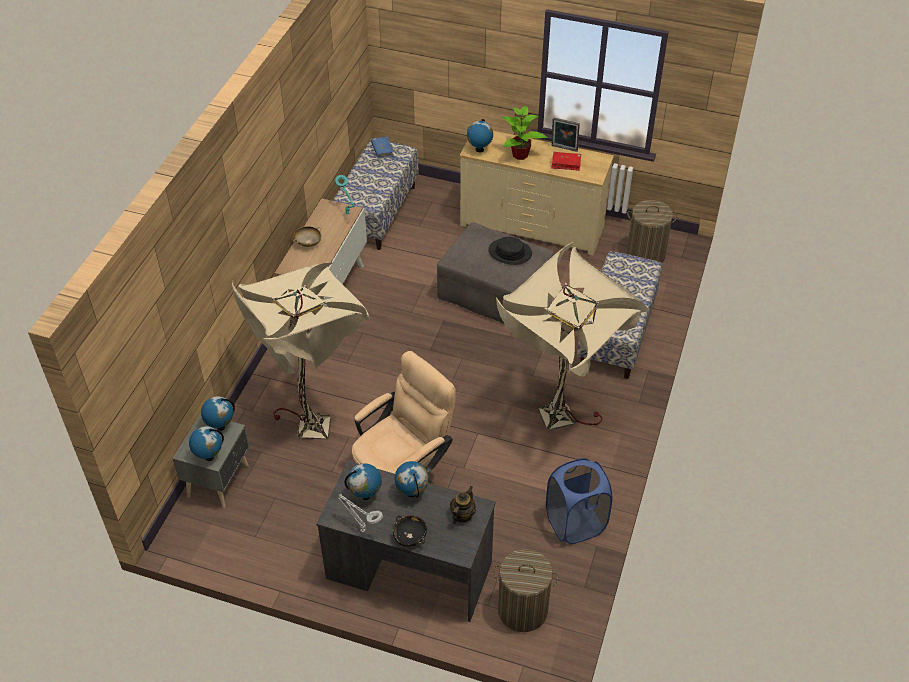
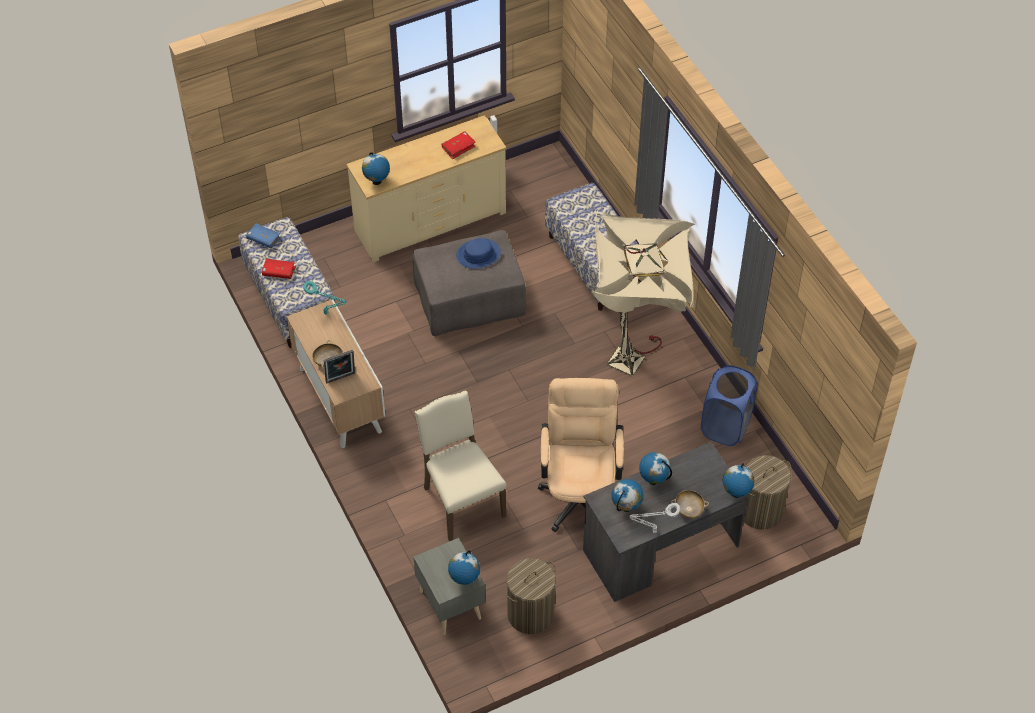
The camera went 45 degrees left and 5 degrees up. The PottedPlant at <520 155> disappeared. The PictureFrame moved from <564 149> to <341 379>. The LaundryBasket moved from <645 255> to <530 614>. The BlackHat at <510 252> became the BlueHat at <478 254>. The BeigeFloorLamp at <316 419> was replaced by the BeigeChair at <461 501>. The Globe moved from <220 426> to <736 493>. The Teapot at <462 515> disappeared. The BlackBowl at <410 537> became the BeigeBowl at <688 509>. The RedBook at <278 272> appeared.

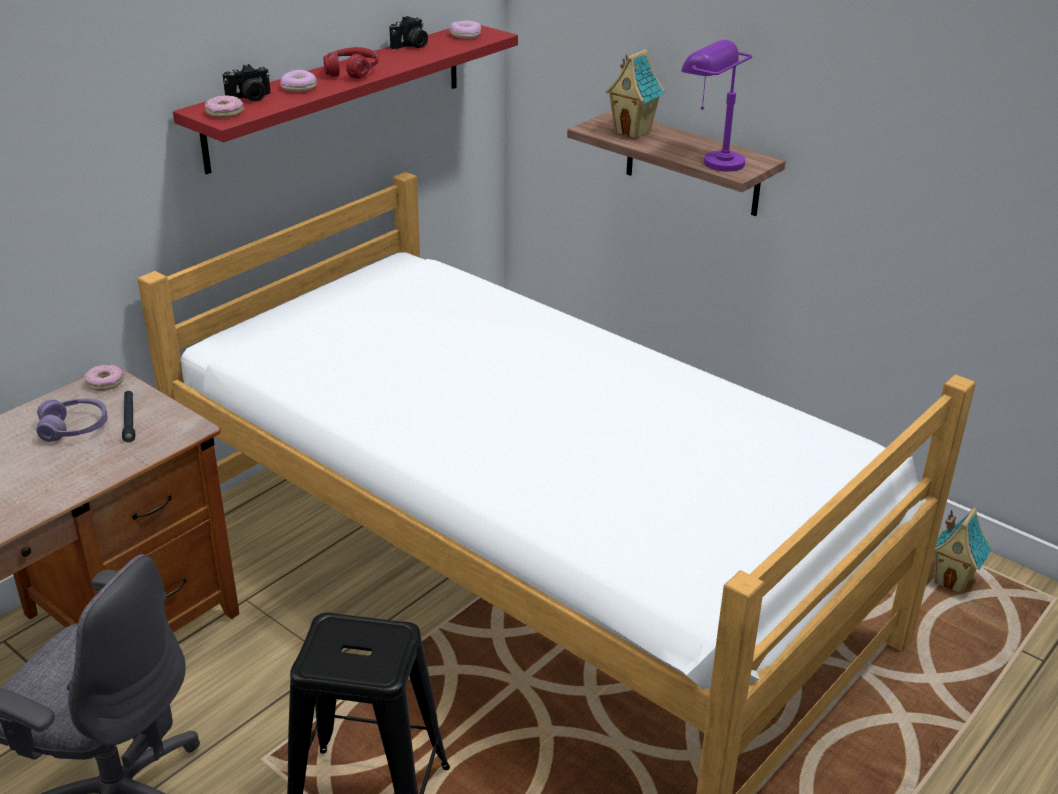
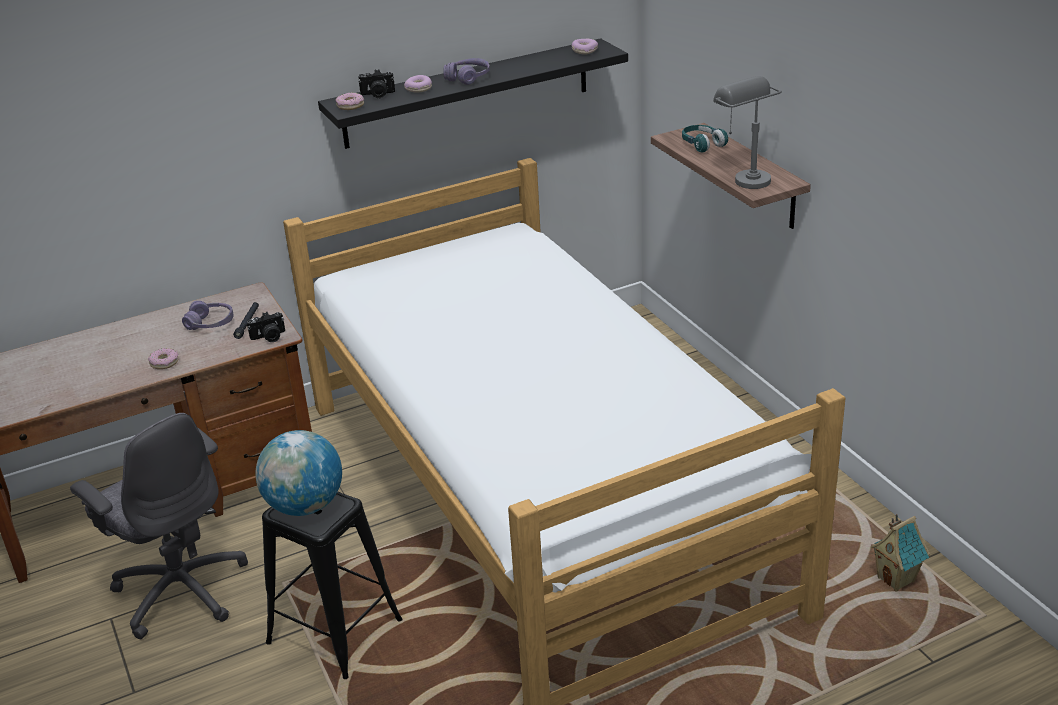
The camera went 25 degrees right and 0 degrees up. The PhotoCamera moved from <411 46> to <269 337>. The RedShelf at <338 94> became the BlackShelf at <467 93>. The PurpleTableLamp at <710 160> became the GreyTableLamp at <743 177>. The RedHeadphones at <351 72> became the PurpleHeadphones at <468 78>. The ToyHouse at <633 132> was replaced by the TurquoiseHeadphones at <702 144>. The Donut moved from <105 382> to <164 362>. The Globe at <305 506> appeared.

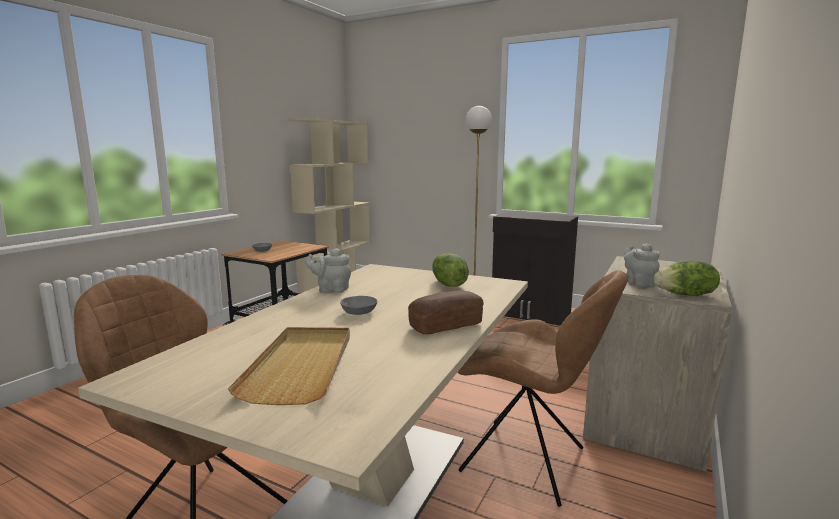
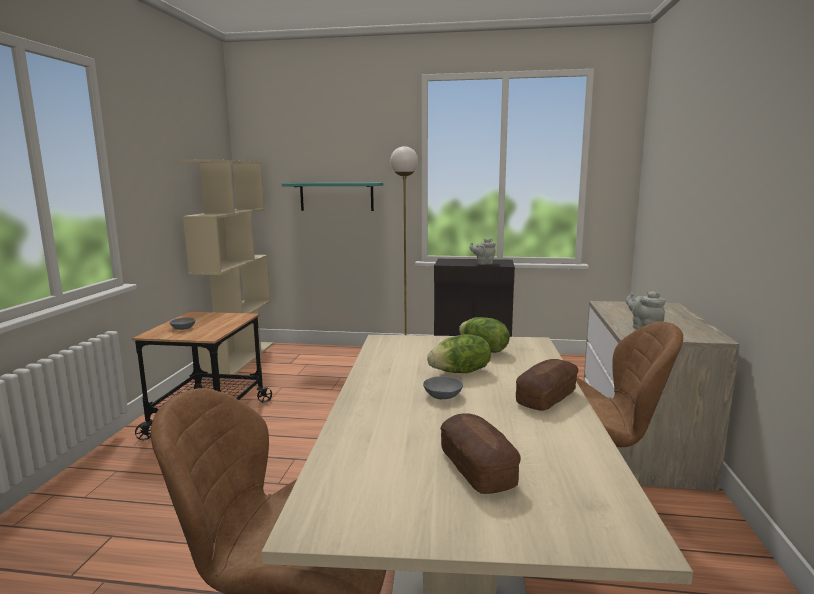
The camera went 20 degrees left and 0 degrees up. The GreyTeapot moved from <331 290> to <483 263>. The Lettuce moved from <686 295> to <461 372>. The BeigeTray at <301 366> was replaced by the Bread at <477 469>. The TurquoiseShelf at <336 196> appeared.

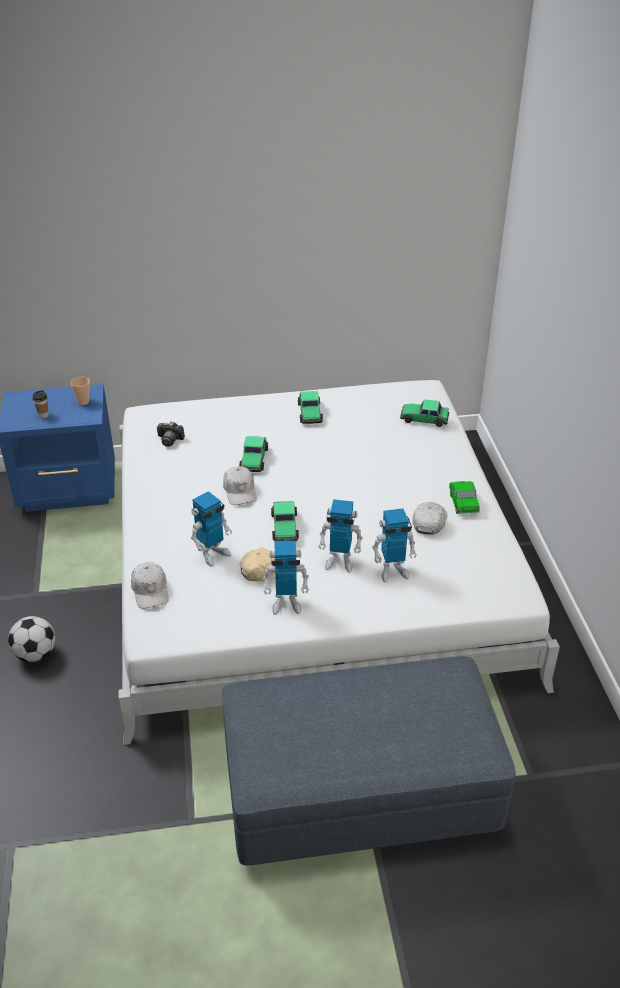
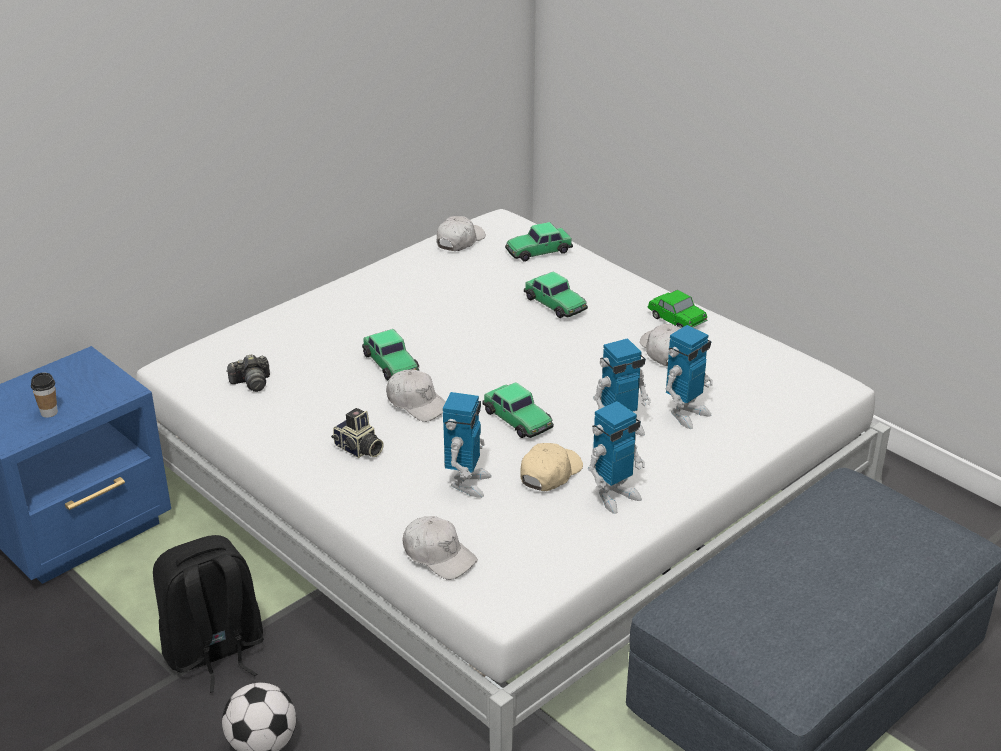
The camera went 35 degrees left and 5 degrees down. The Cup at <83 402> disappeared. The ToyCar moved from <310 413> to <555 304>. The WhiteCap at <460 241> appeared. The PhotoCamera at <358 449> appeared. The BlackBackpack at <214 652> appeared.

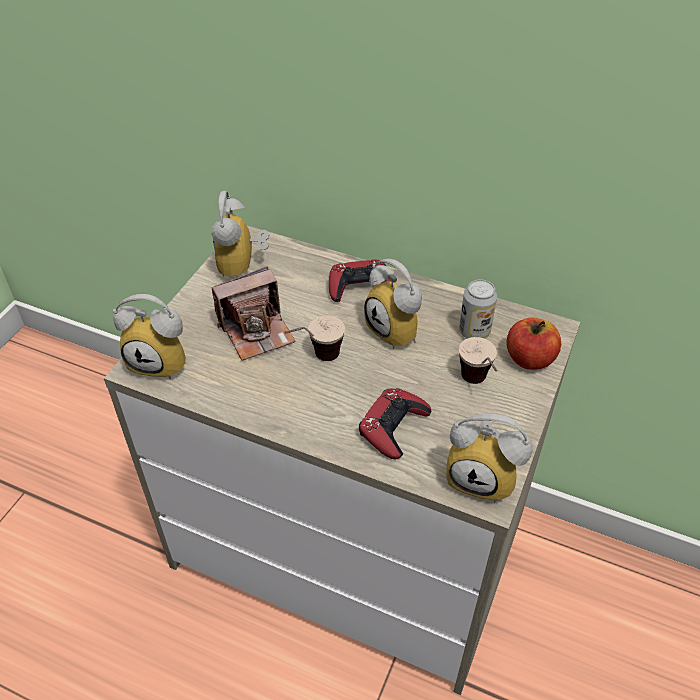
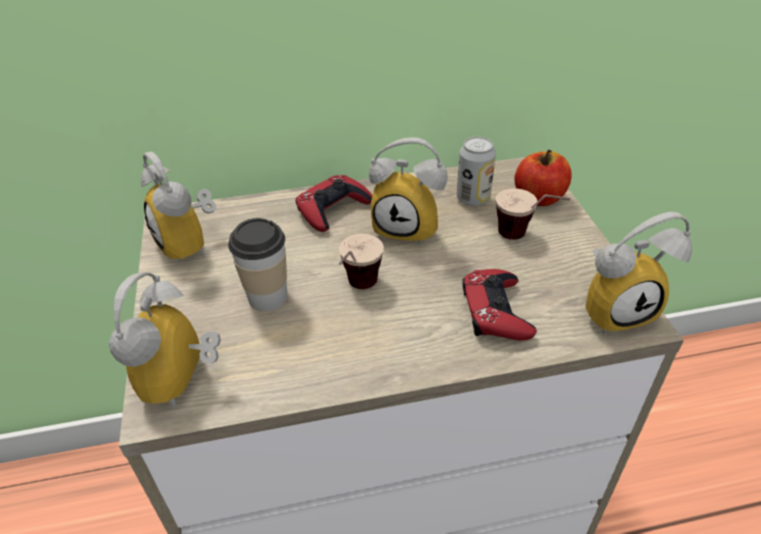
The camera went 35 degrees left and 5 degrees down. The PhotoCamera at <256 331> was replaced by the Cup at <267 296>. The AlarmClock at <163 361> turned 120 degrees clockwise.

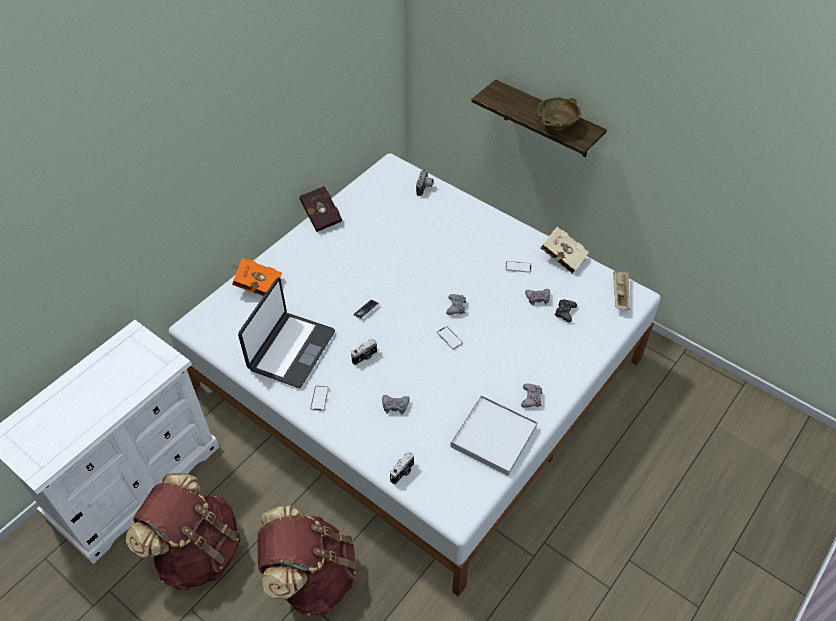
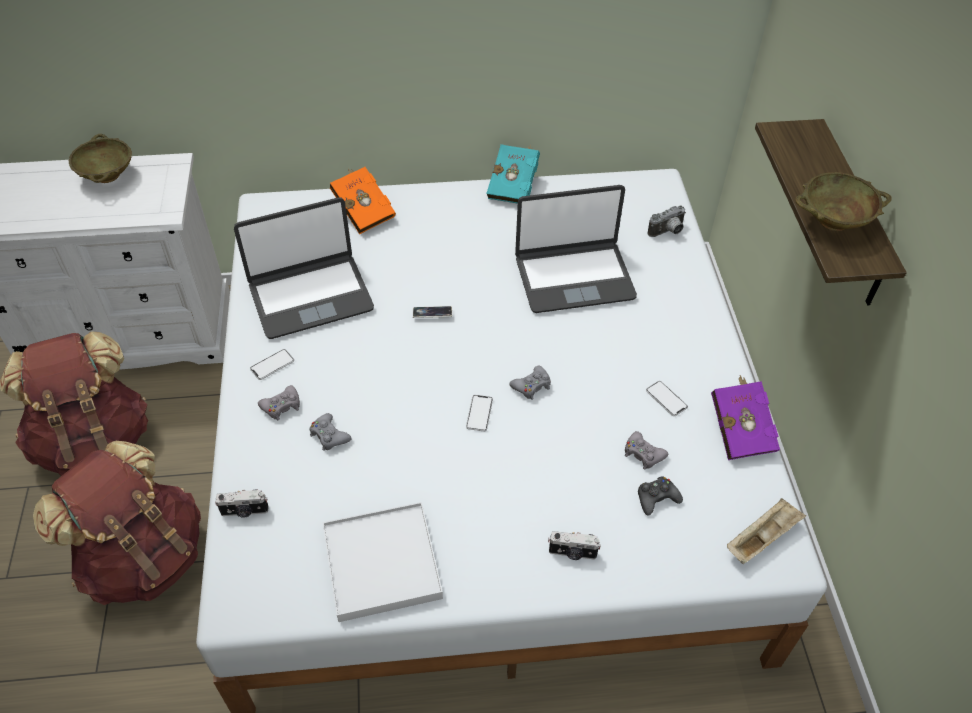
The camera went 45 degrees right and 0 degrees up. The RedBook at <321 215> became the TurquoiseBook at <514 185>. The BeigeBook at <561 257> became the PurpleBook at <740 429>. The PhotoCamera moved from <365 357> to <572 553>. The GreyGameController moved from <531 398> to <282 406>. The BeigeBowl at <107 176> appeared. The Laptop at <574 277> appeared.

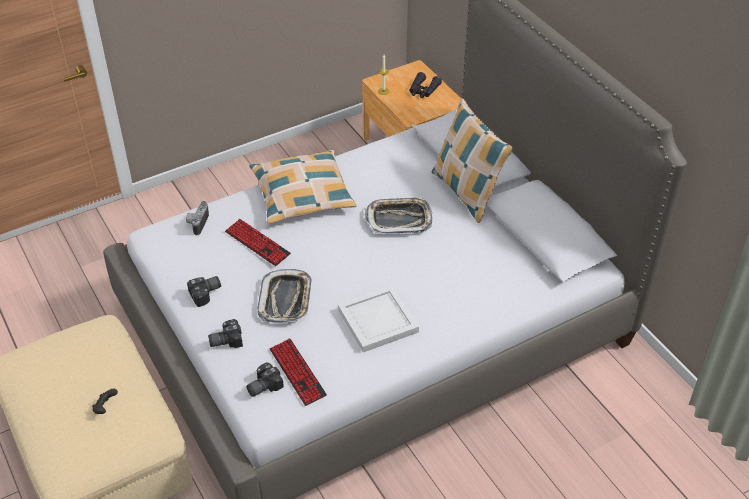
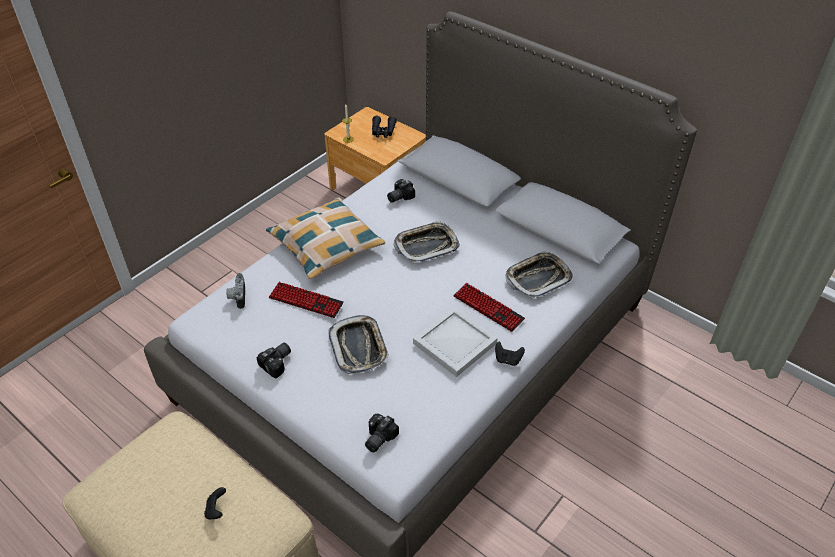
The camera went 20 degrees left and 0 degrees up. The Pillow at <466 193> disappeared. The PhotoCamera moved from <225 340> to <399 196>. The Keyboard moved from <297 372> to <488 308>. The Tray at <538 278> appeared. The BlackGameController at <508 360> appeared.

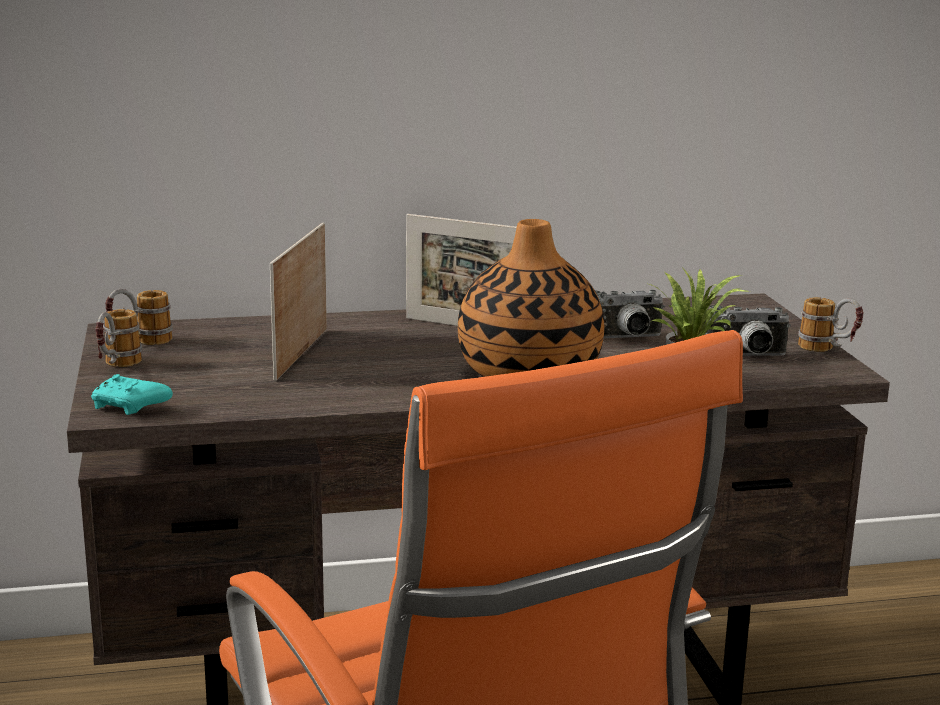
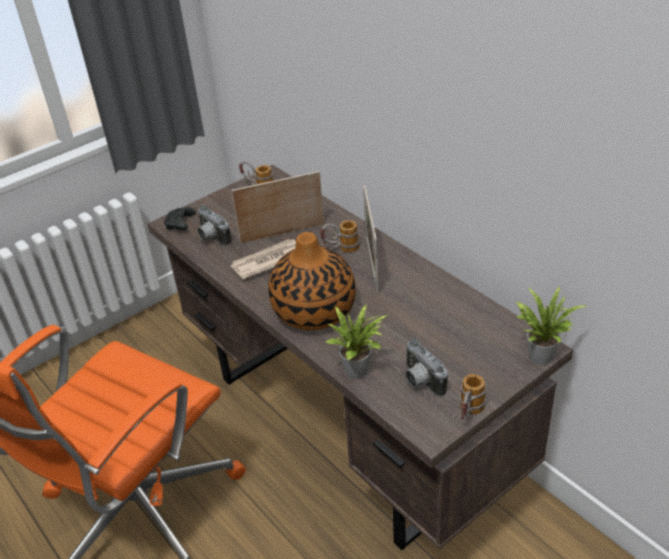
The camera went 65 degrees right and 20 degrees up. The PhotoCamera moved from <624 339> to <211 238>. The Mug moved from <116 367> to <340 249>. The TurquoiseGameController at <130 407> became the BlackGameController at <180 224>. The Newspaper at <267 261> appeared. The PottedPlant at <539 354> appeared.

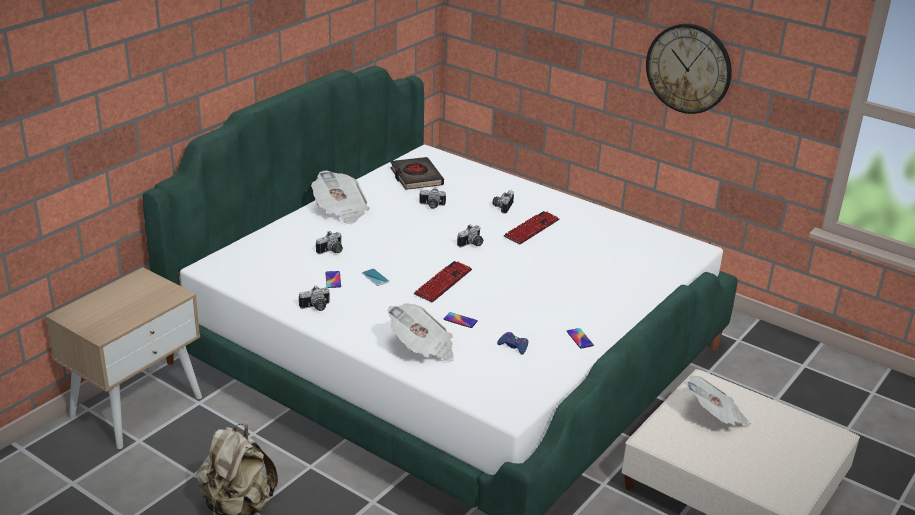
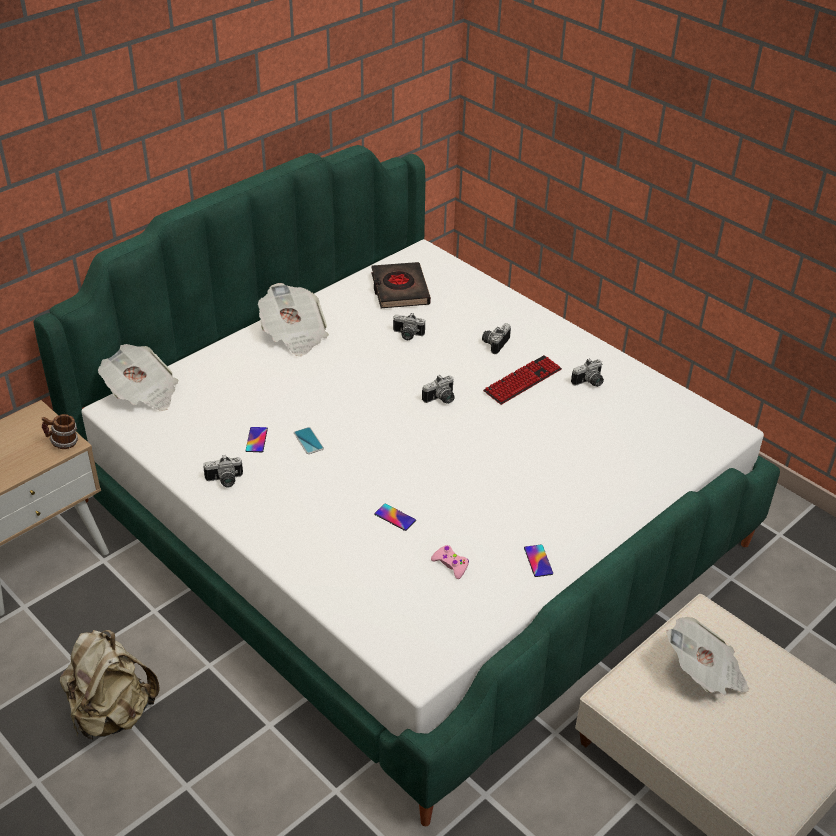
The camera went 10 degrees right and 10 degrees up. The WallClock at <688 68> disappeared. The PhotoCamera moved from <332 251> to <589 382>. The Keyboard at <443 282> disappeared. The Newspaper moved from <422 348> to <142 393>. The BlueGameController at <513 346> became the PinkGameController at <451 564>. The Mug at <63 443> appeared.

